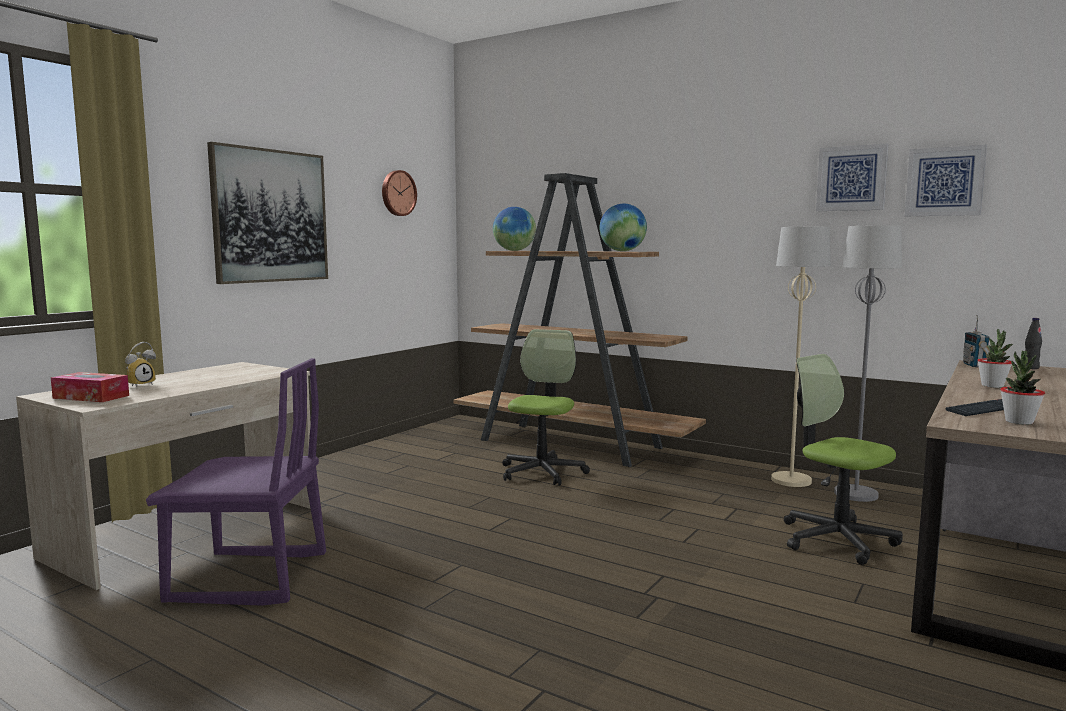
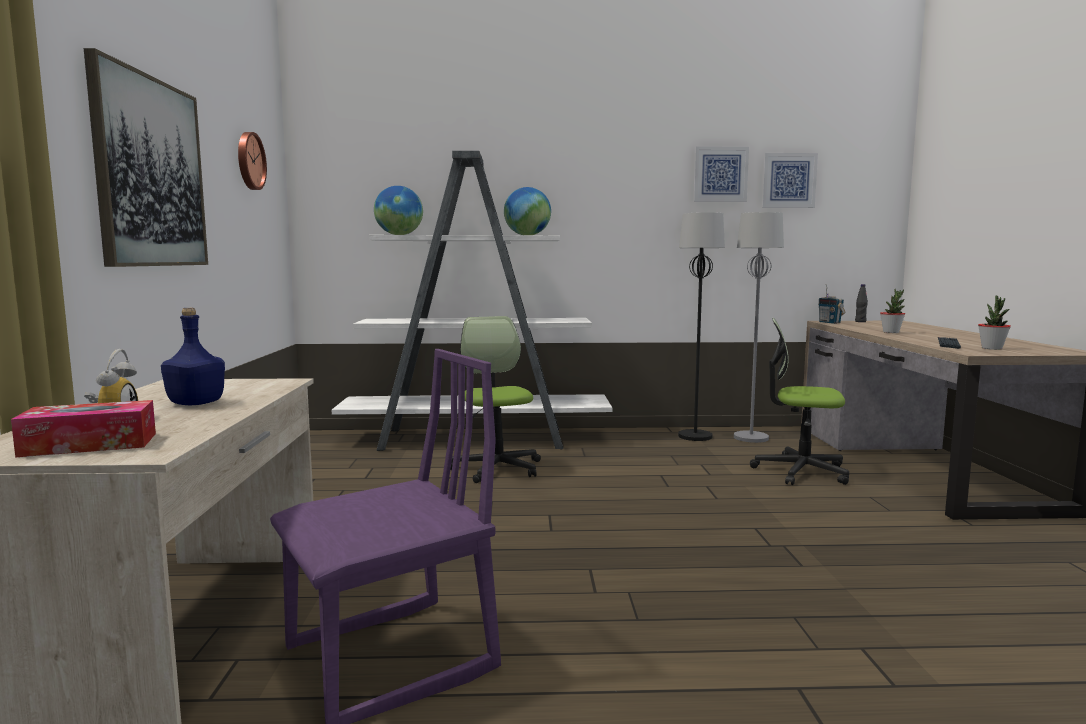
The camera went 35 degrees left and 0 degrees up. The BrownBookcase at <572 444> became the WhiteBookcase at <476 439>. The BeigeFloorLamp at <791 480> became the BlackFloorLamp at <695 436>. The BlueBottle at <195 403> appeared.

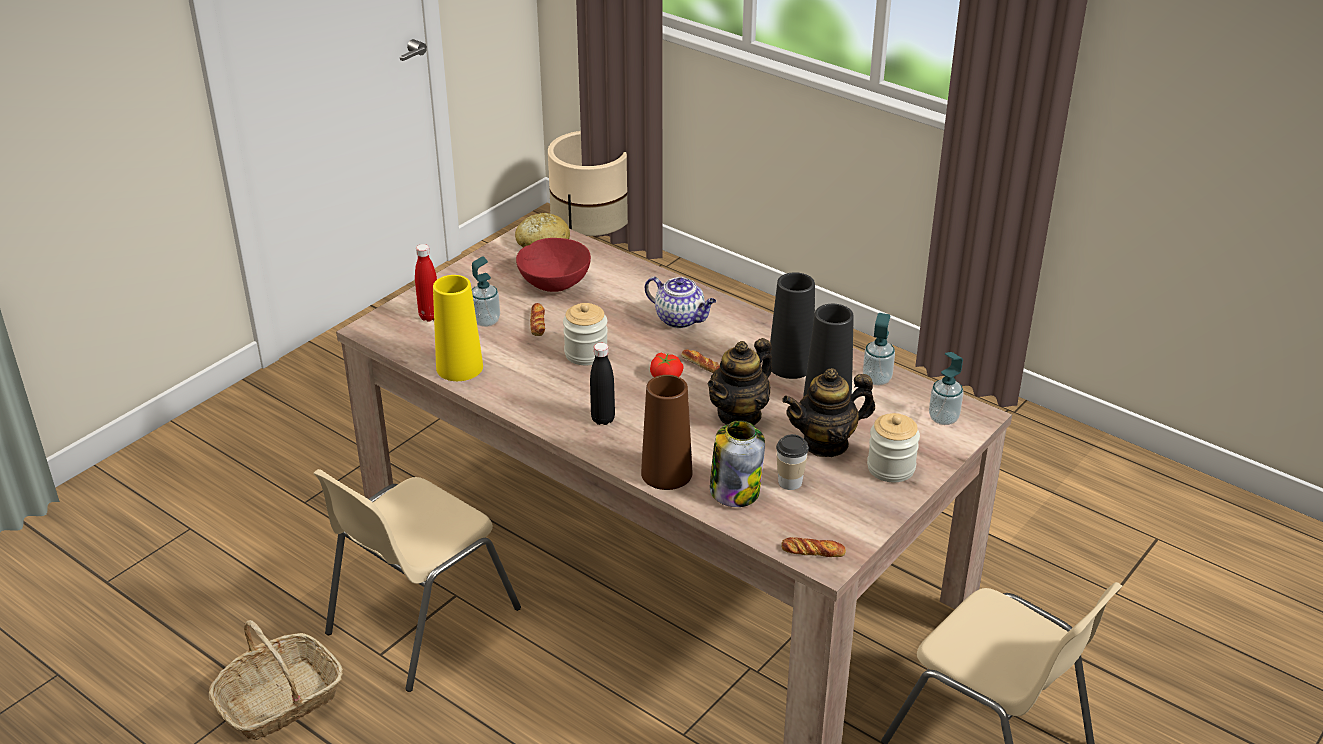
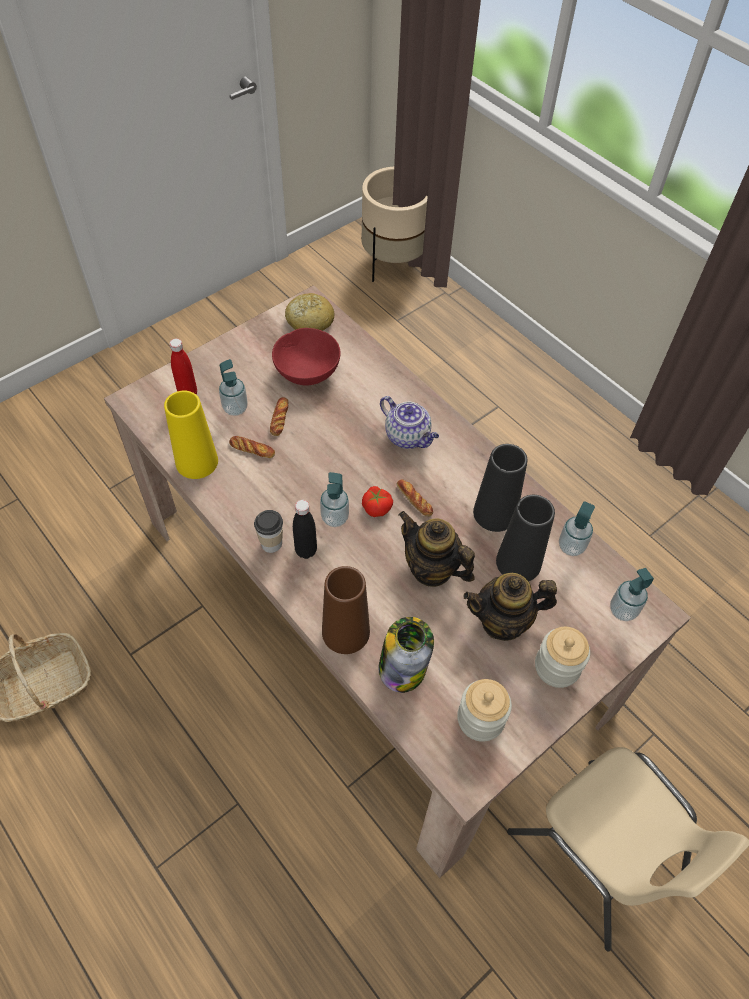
The camera went 10 degrees right and 20 degrees up. The Jar moved from <586 353> to <480 719>. The Teapot at <739 415> turned 75 degrees clockwise. The Cup moved from <790 482> to <271 543>. The BeigeChair at <419 621> disappeared. The Bread moved from <813 551> to <252 449>. The SoapDispenser at <335 518> appeared.

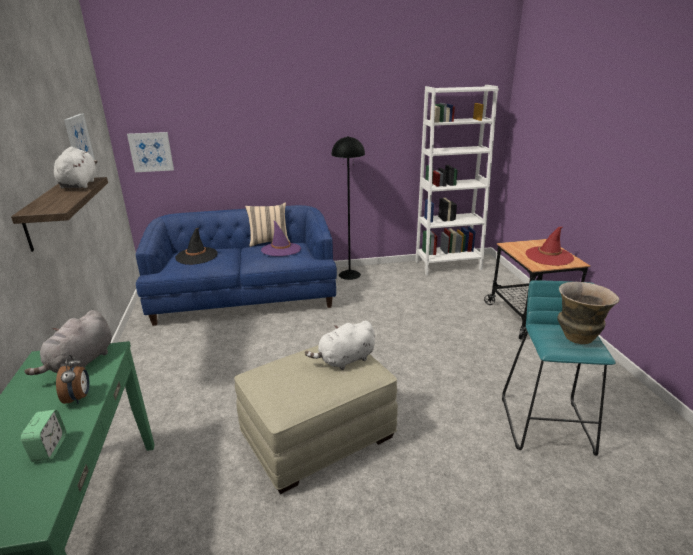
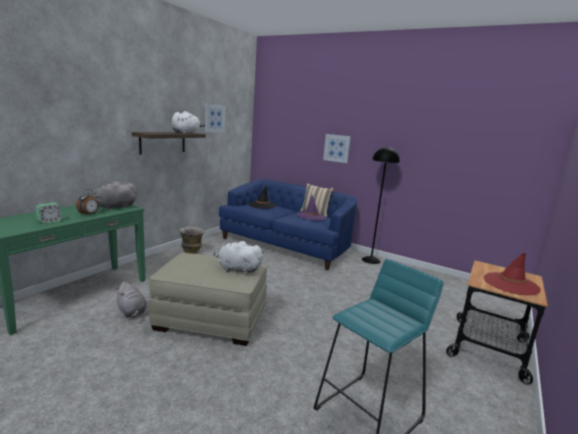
The camera went 40 degrees right and 10 degrees down. The WhiteBookcase at <448 265> disappeared. The Picture moved from <151 152> to <337 148>. The Vase moved from <577 337> to <191 252>. The GreyPlushToy at <132 312> appeared.

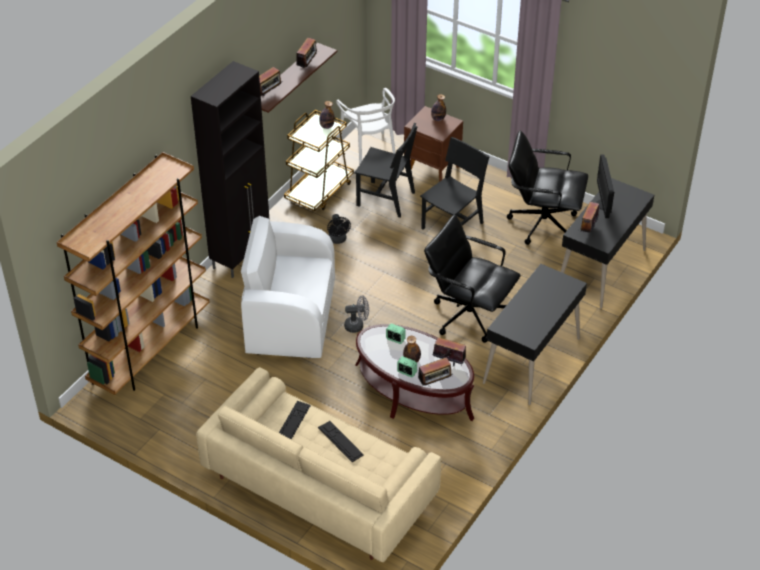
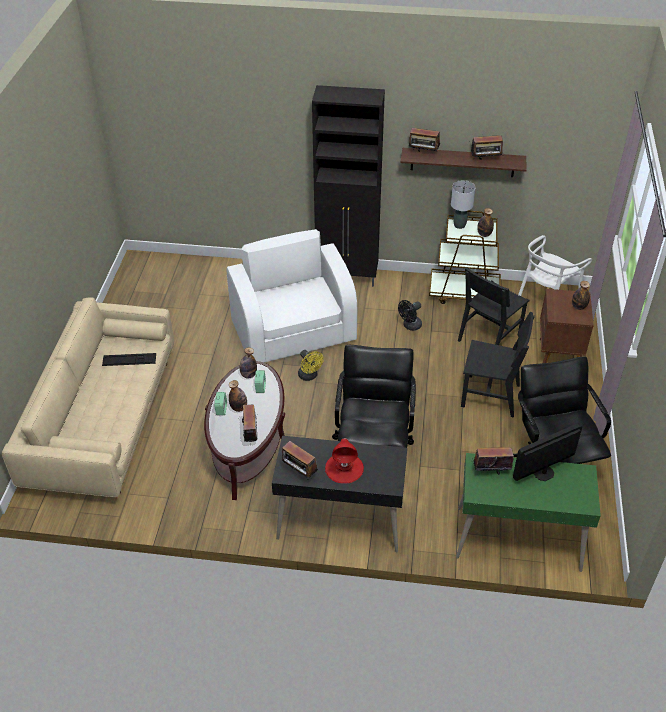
The camera went 65 degrees right and 0 degrees up. The BlackChair at <385 199> turned 45 degrees clockwise. The BrownBookcase at <150 350> disappeared. The BlackDesk at <601 270> became the GreenDesk at <518 539>. The GreyFan at <357 325> became the YellowFan at <309 376>. The Radio moved from <435 383> to <299 472>. The Keyboard at <340 441> disappeared. The GreyTableLamp at <459 225> appeared. The Bottle at <248 375> appeared. The RedTableLamp at <344 468> appeared.

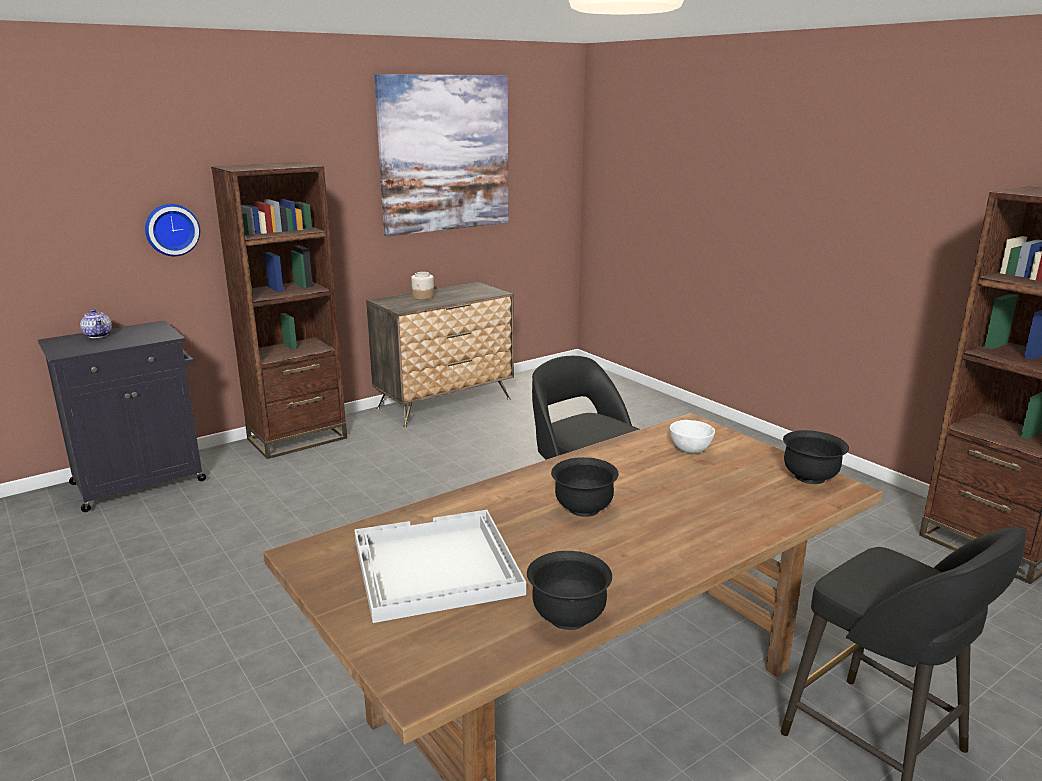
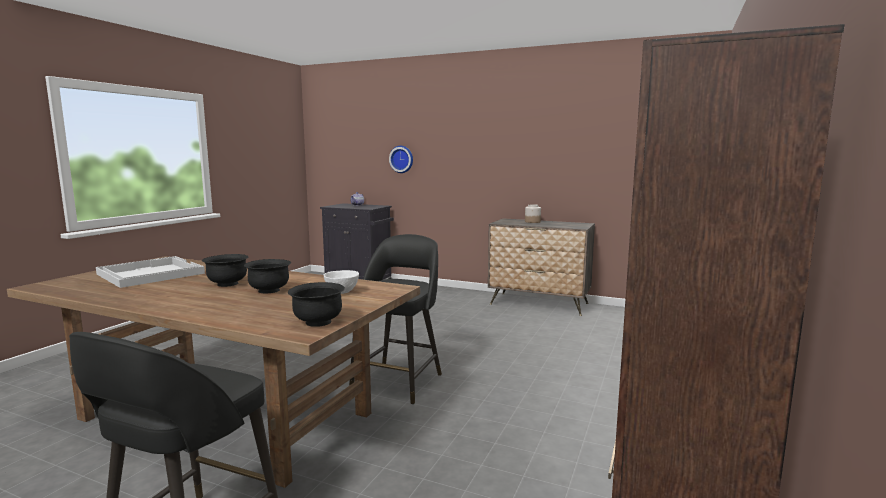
The camera went 60 degrees right and 10 degrees down. The Picture at <445 154> disappeared. The BrownBookcase at <297 438> disappeared. The BlackBowl moved from <568 617> to <269 290>.

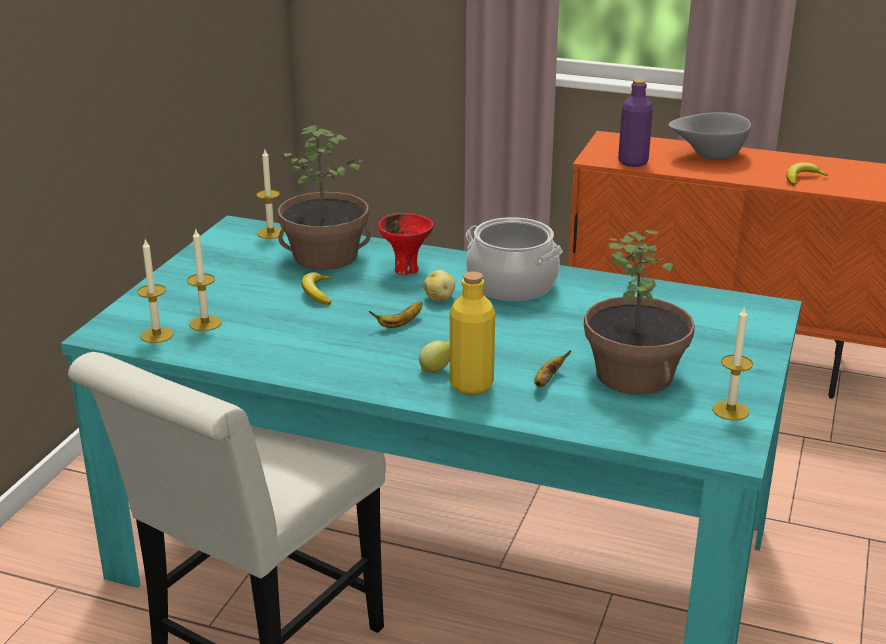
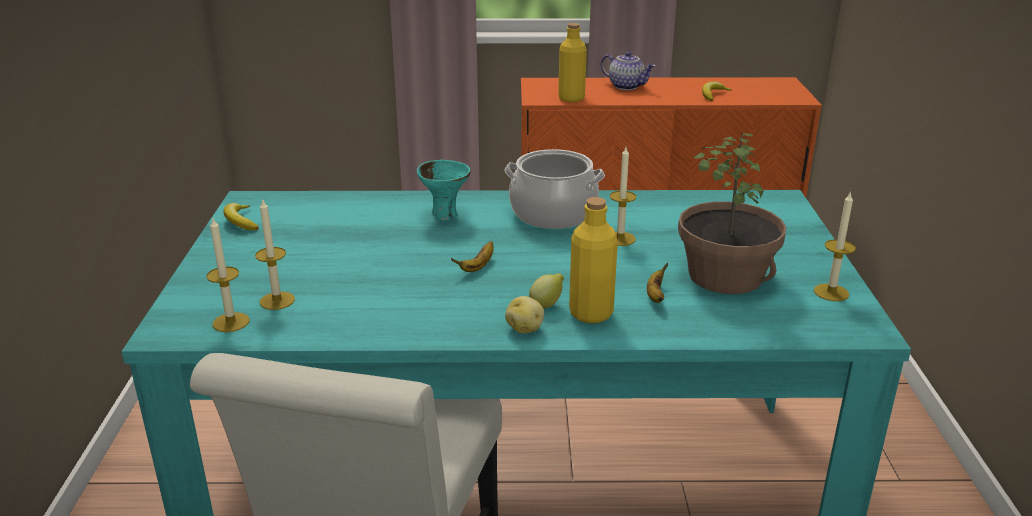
The camera went 20 degrees left and 0 degrees up. The PurpleBottle at <633 162> became the YellowBottle at <571 98>. The GreyBowl at <708 155> was replaced by the Teapot at <627 86>. The PottedPlant at <325 256> disappeared. The Candle moved from <270 233> to <620 239>. The RedBowl at <406 269> became the TurquoiseBowl at <444 215>. The Potato moved from <440 298> to <525 328>. The Banana moved from <317 293> to <241 221>.

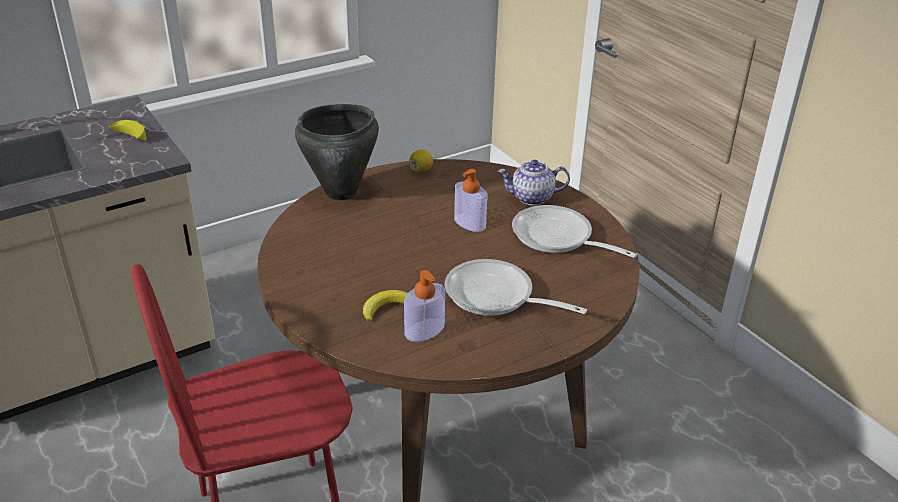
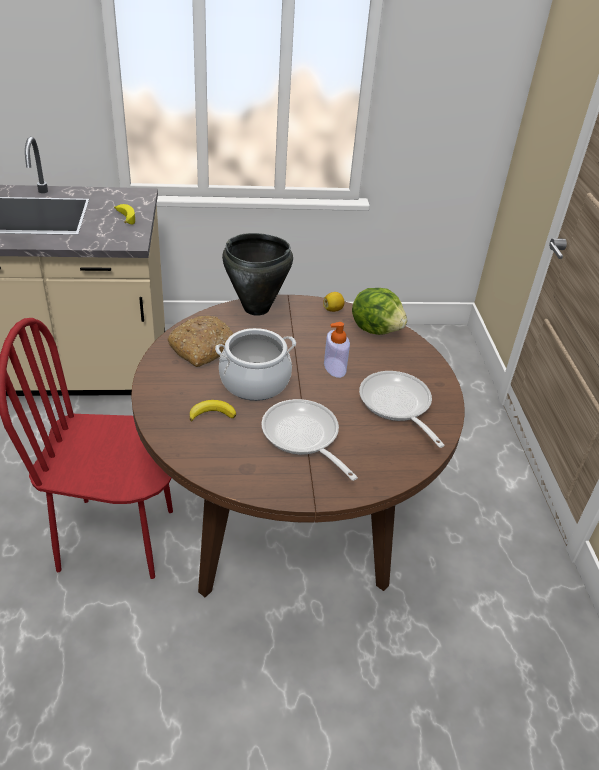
The camera went 25 degrees right and 5 degrees up. The Teapot at <531 198> disappeared. The SoapDispenser at <424 330> disappeared. The Lettuce at <376 329> appeared. The Bread at <203 348> appeared. The CookingPot at <255 382> appeared.

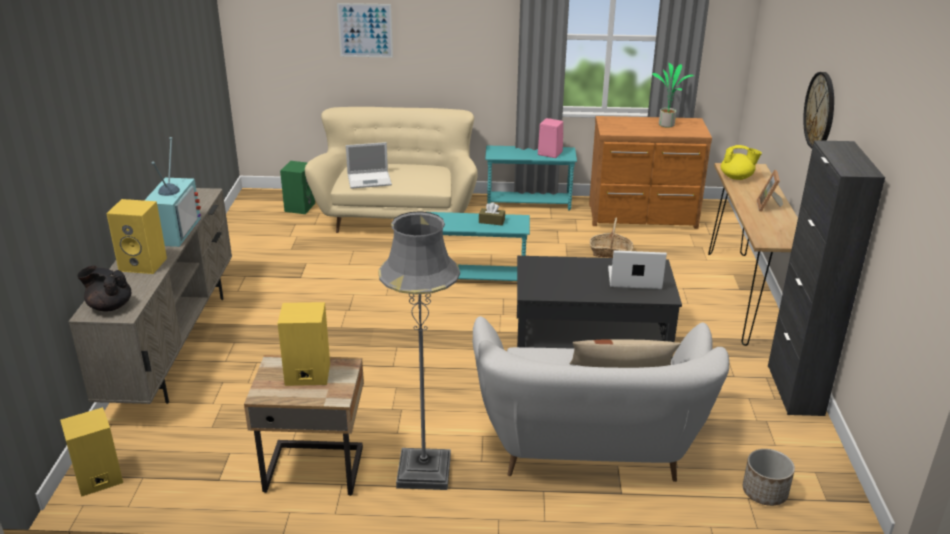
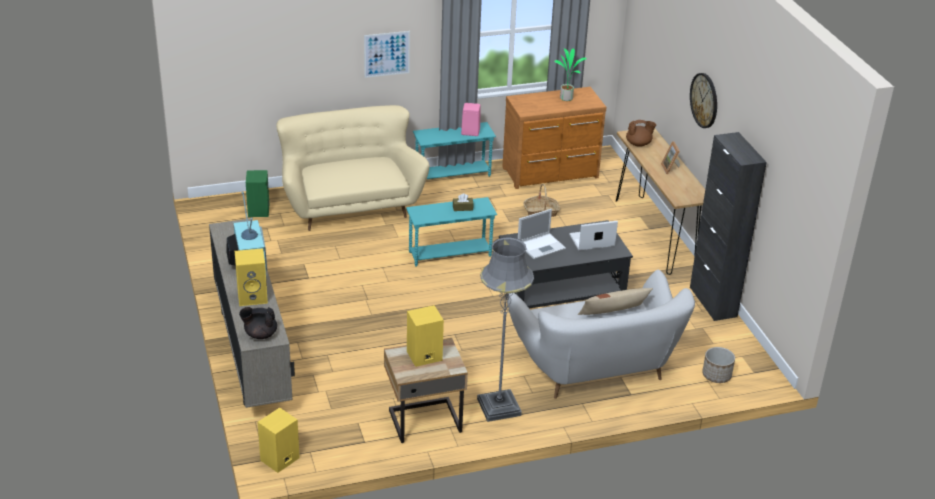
The camera went 20 degrees left and 5 degrees up. The Picture moved from <365 30> to <386 54>. The Laptop moved from <370 180> to <542 246>. The YellowTeapot at <737 177> became the BrownTeapot at <639 144>.

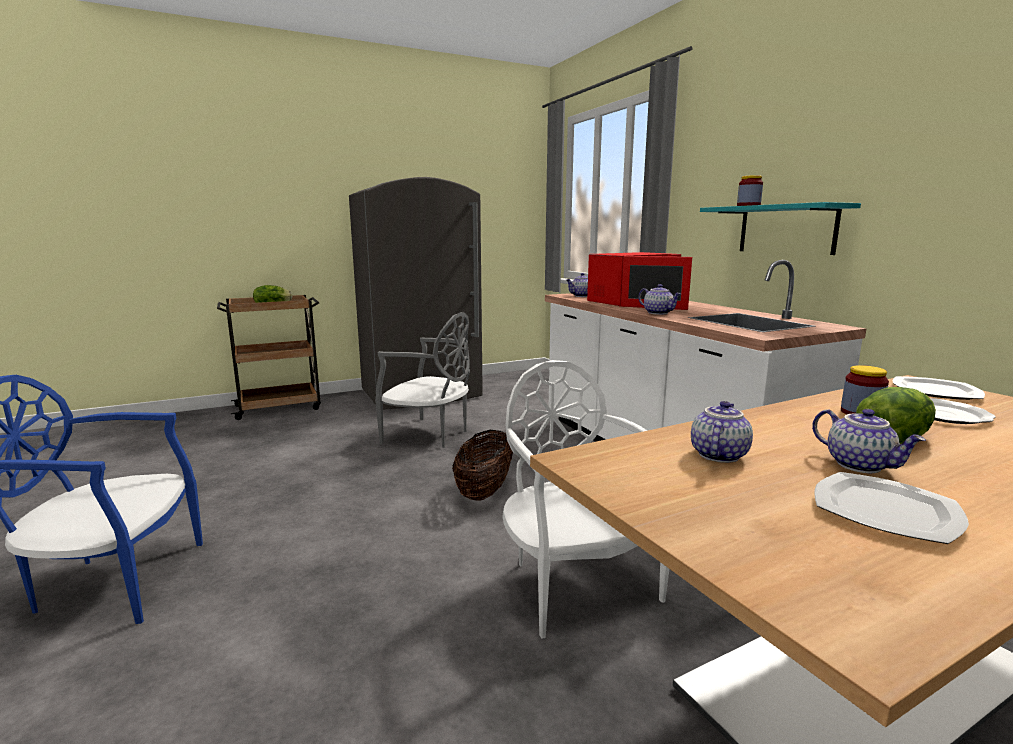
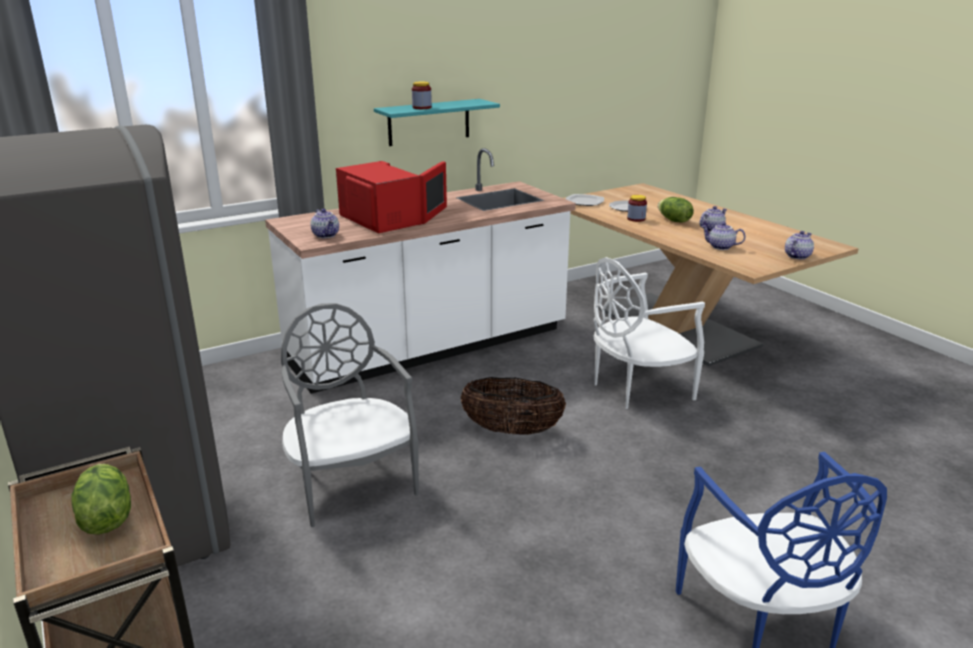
The camera went 95 degrees left and 10 degrees up. The Teapot moved from <658 313> to <796 256>. The GreyChair at <429 435> turned 45 degrees counterclockwise. The Plate at <887 510> disappeared.

